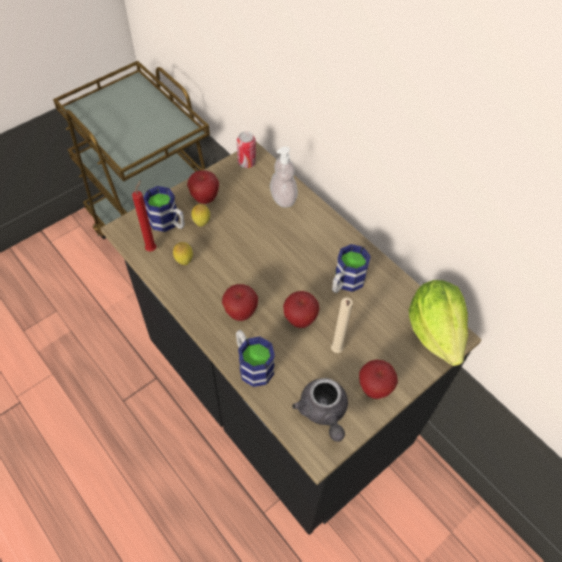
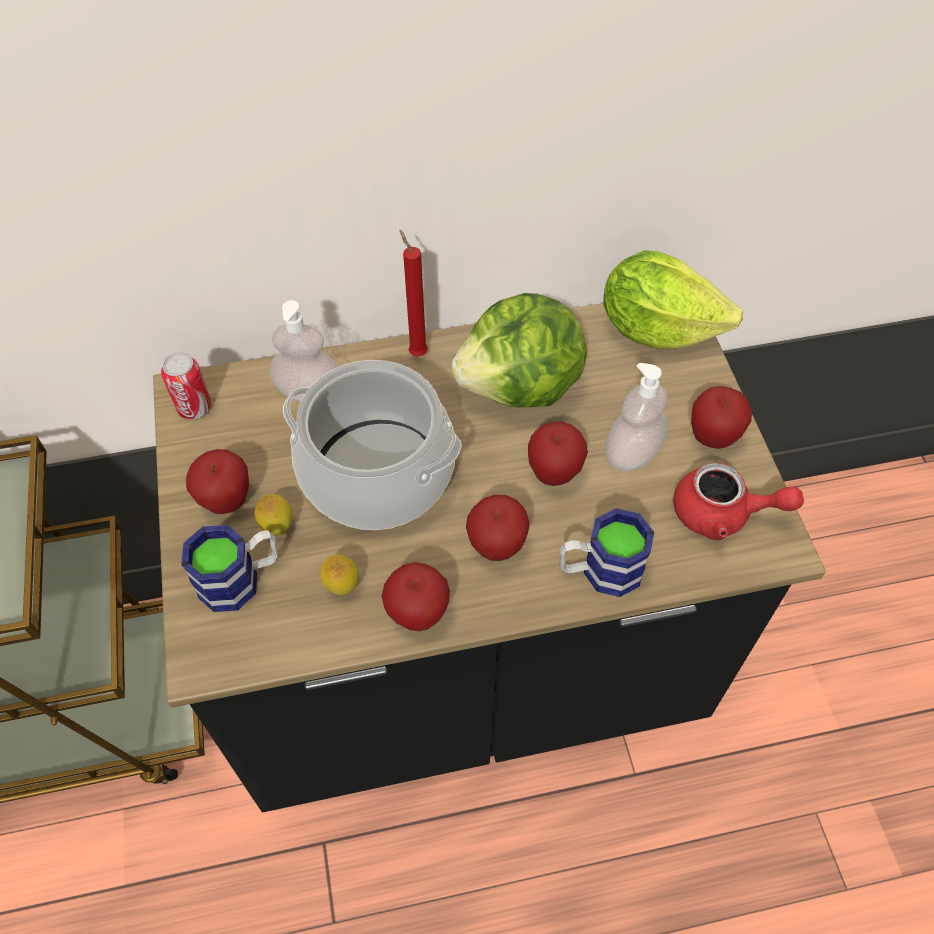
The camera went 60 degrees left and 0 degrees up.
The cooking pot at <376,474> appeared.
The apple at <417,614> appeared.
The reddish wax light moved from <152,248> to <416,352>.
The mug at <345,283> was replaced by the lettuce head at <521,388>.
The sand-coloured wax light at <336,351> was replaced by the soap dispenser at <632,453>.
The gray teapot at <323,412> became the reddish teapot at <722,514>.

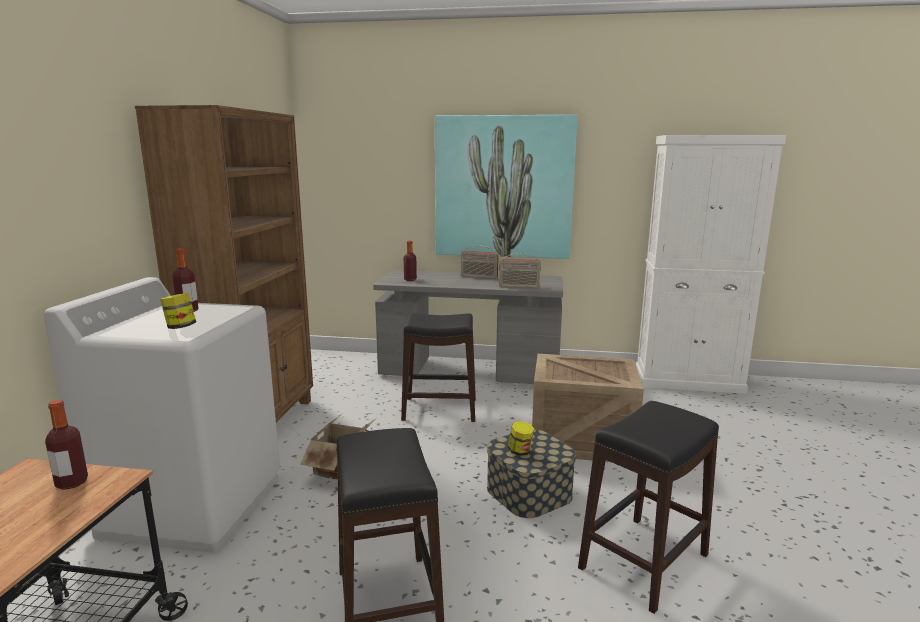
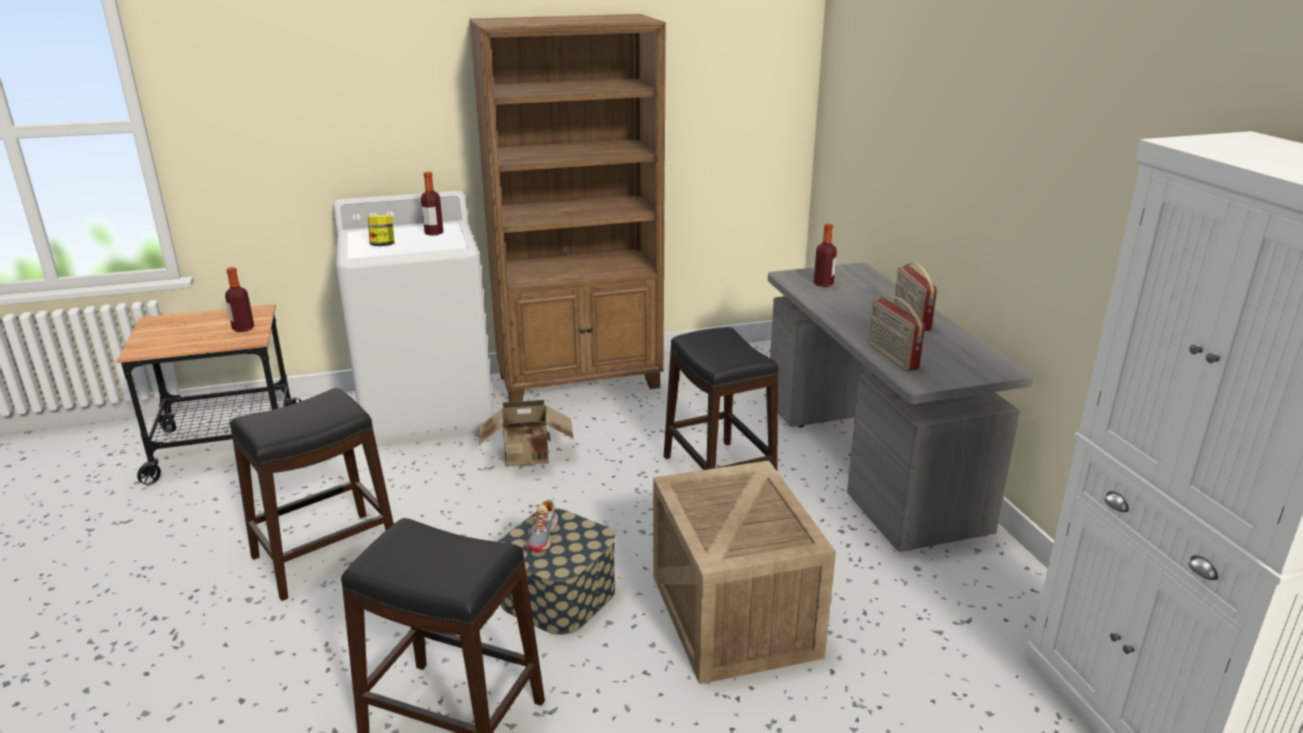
The camera went 65 degrees right and 10 degrees up.
The preserve jar at <520,451> was replaced by the shoe at <543,535>.
The wall picture at <503,187> disappeared.

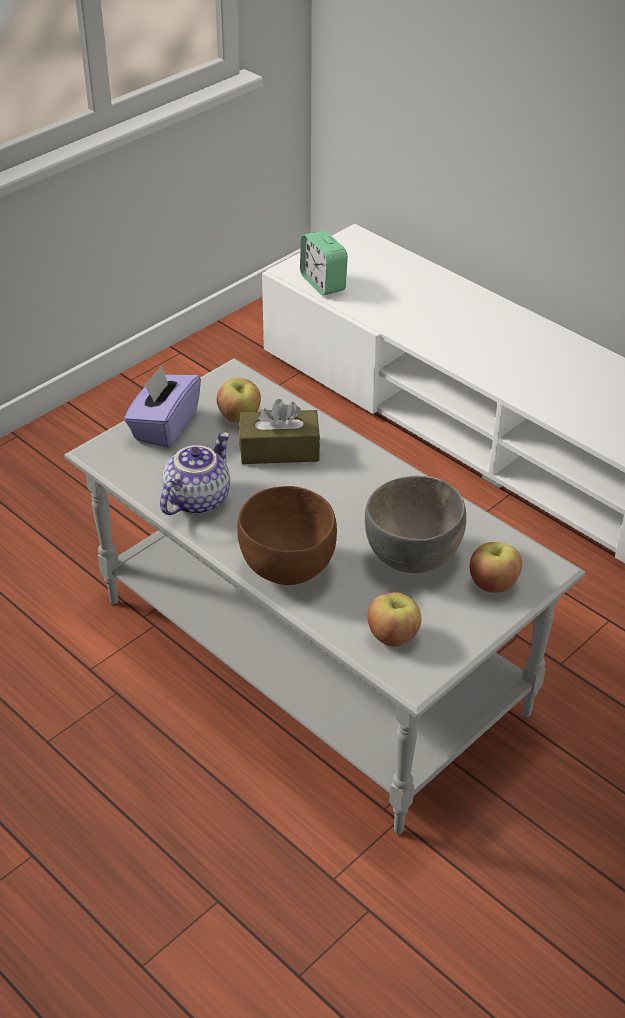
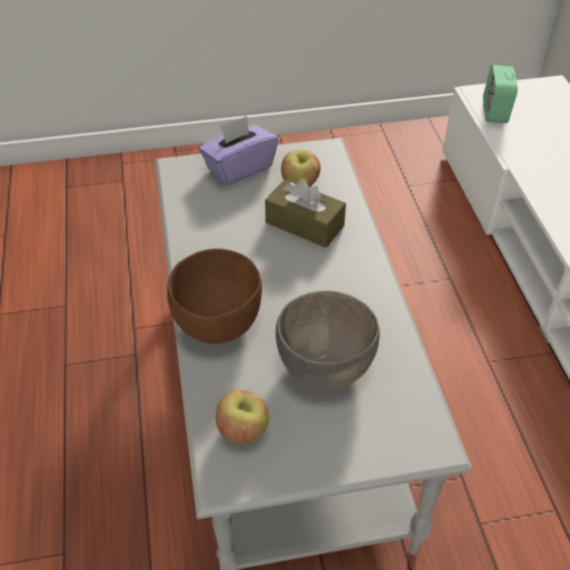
The camera went 35 degrees right and 5 degrees up.
The teapot at <196,498> disappeared.
The apple at <493,583> disappeared.

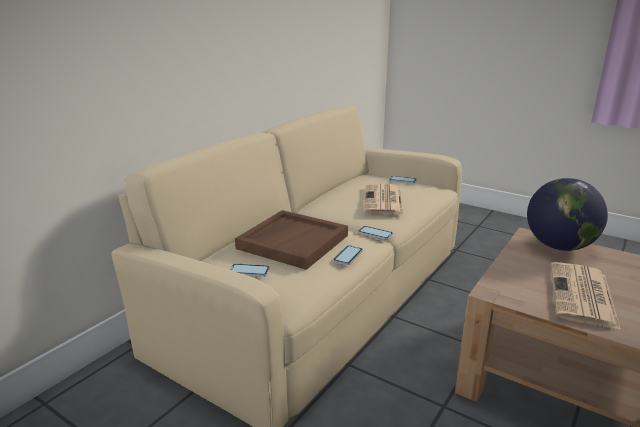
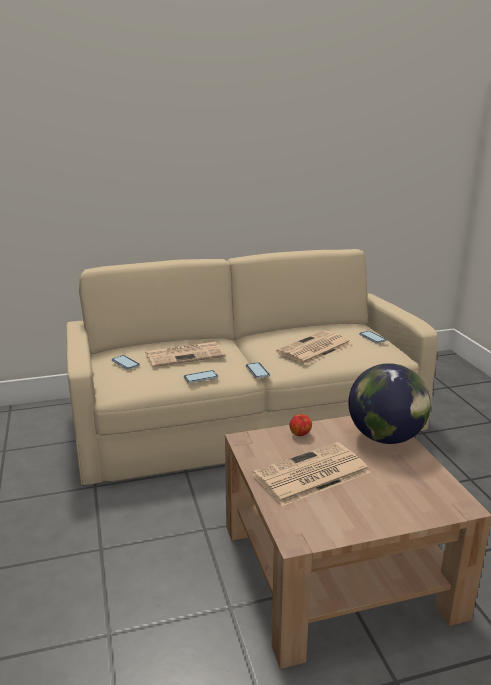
The camera went 40 degrees right and 0 degrees up.
The brown tray at <292,241> was replaced by the newspaper at <185,355>.
The apple at <300,434> appeared.

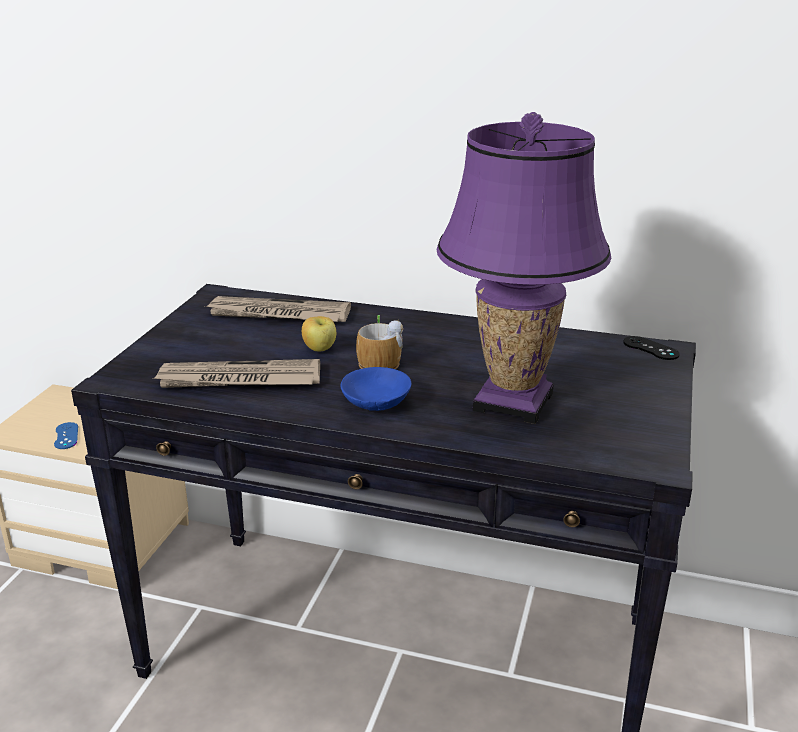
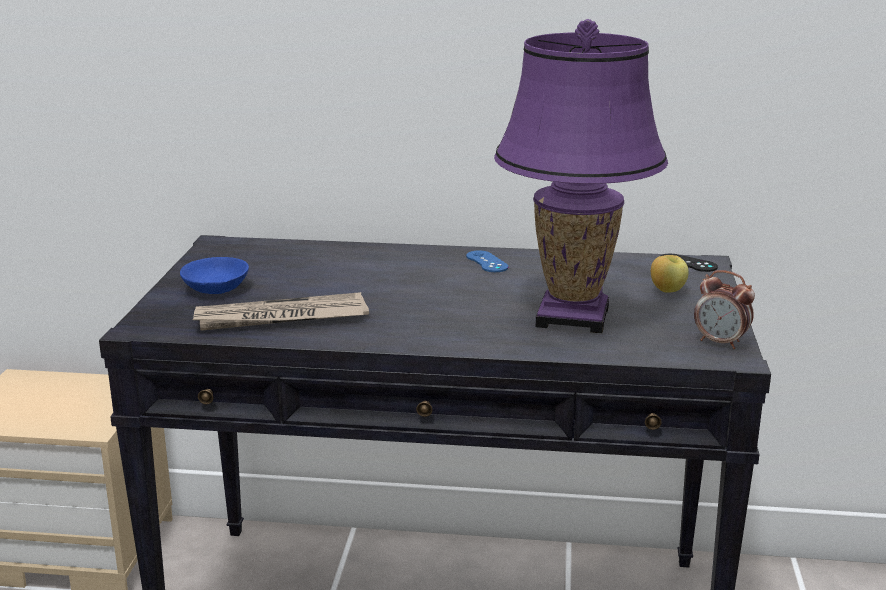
The camera went 10 degrees left and 5 degrees down.
The blue serving bowl moved from <376,401> to <216,288>.
The blue joypad moved from <66,436> to <486,262>.
The apple moved from <320,349> to <668,291>.
The alarm clock at <721,342> appeared.
The newspaper at <278,314> disappeared.
The mug at <380,360> disappeared.

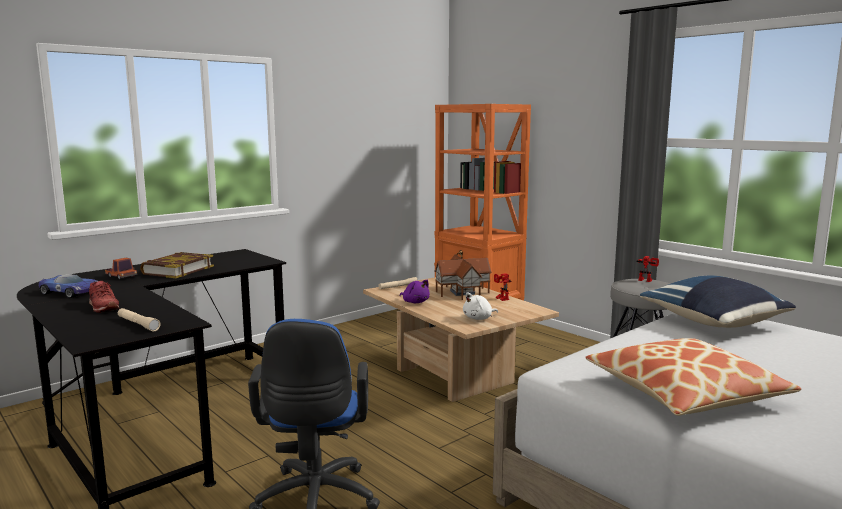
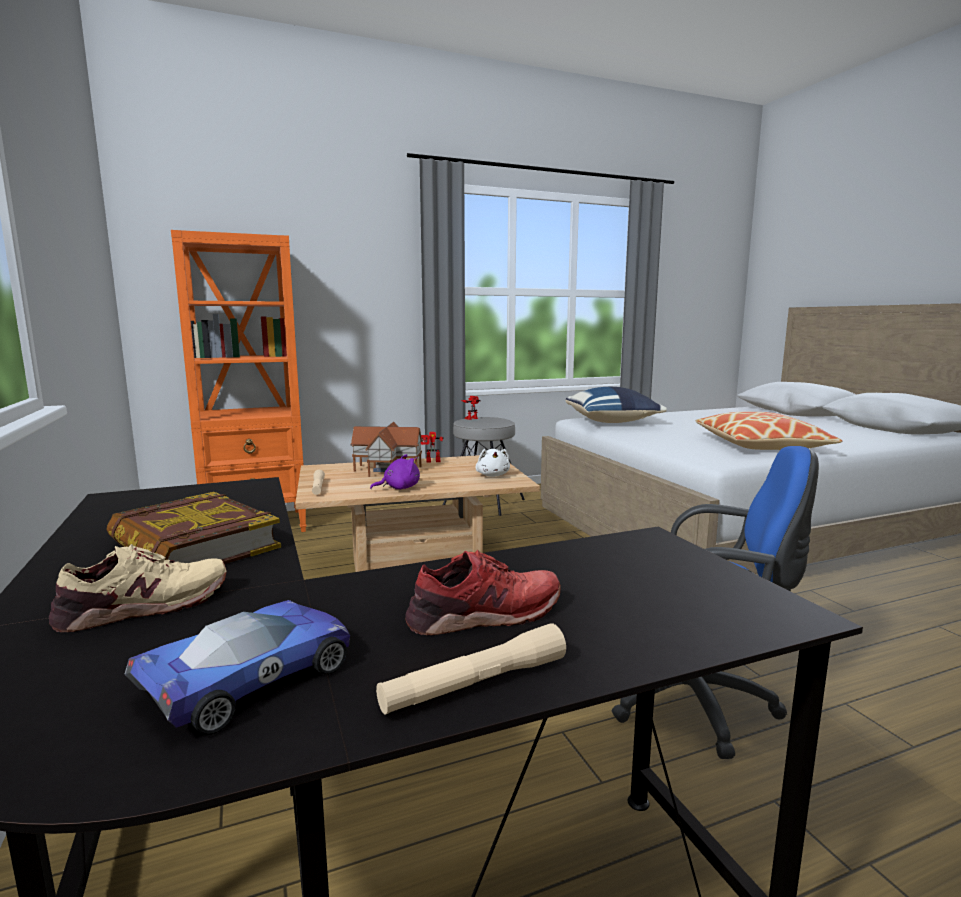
The camera went 70 degrees left and 0 degrees up.
The toy lorry at <121,276> was replaced by the sand-coloured shoe at <145,607>.
The sand-coloured hand torch moved from <138,324> to <475,684>.

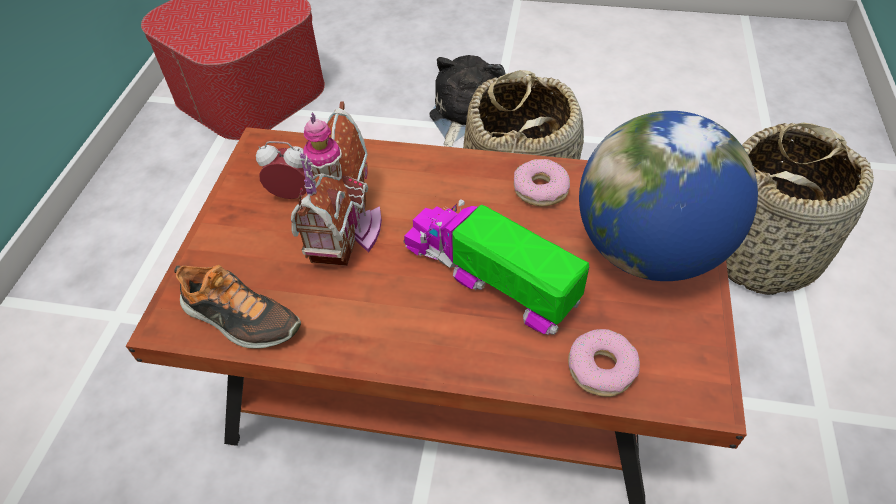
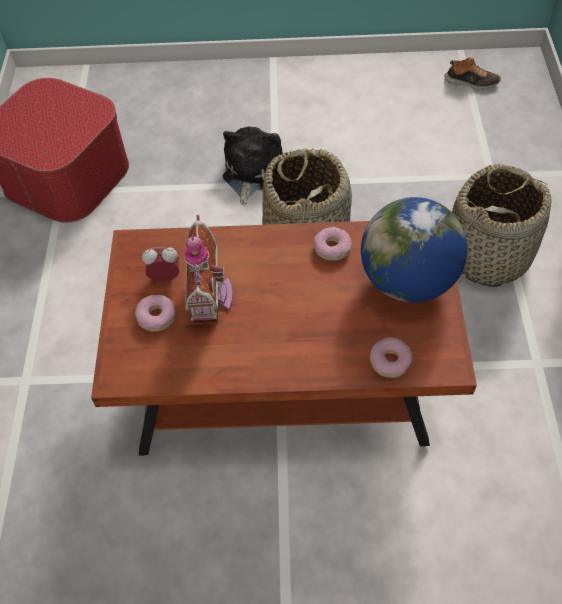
The camera went 10 degrees left and 5 degrees up.
The donut at <156,316> appeared.
The shoe moved from <240,319> to <471,82>.
The toy lorry at <490,276> disappeared.

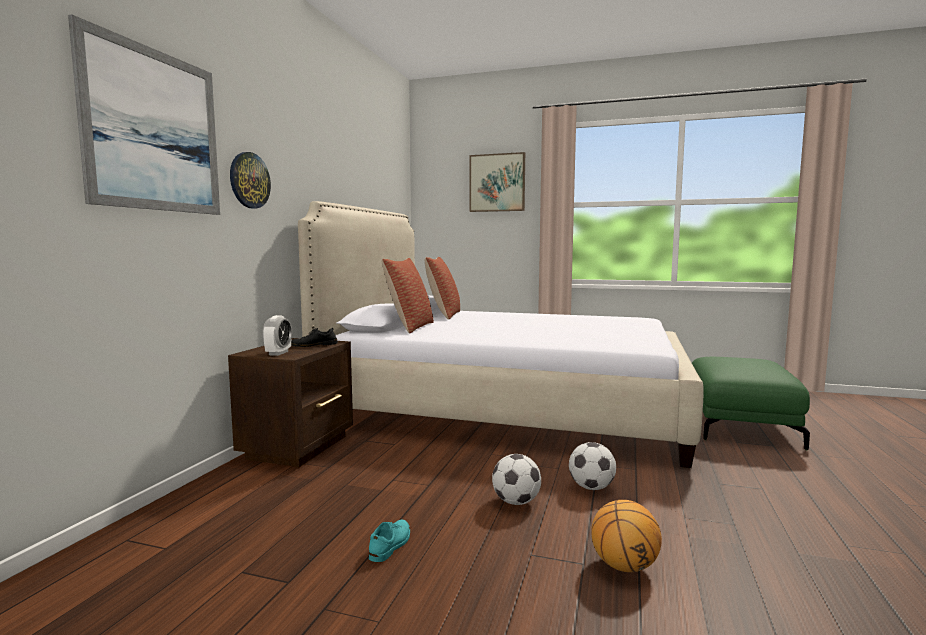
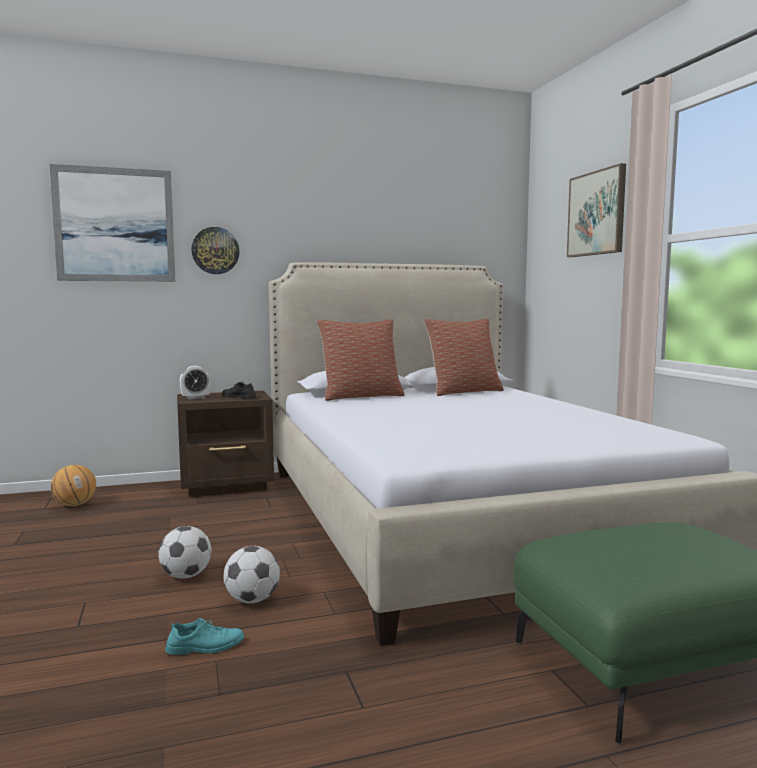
The camera went 55 degrees right and 0 degrees up.
The basketball moved from <624,566> to <74,505>.
The blue-green shoe moved from <390,544> to <205,646>.

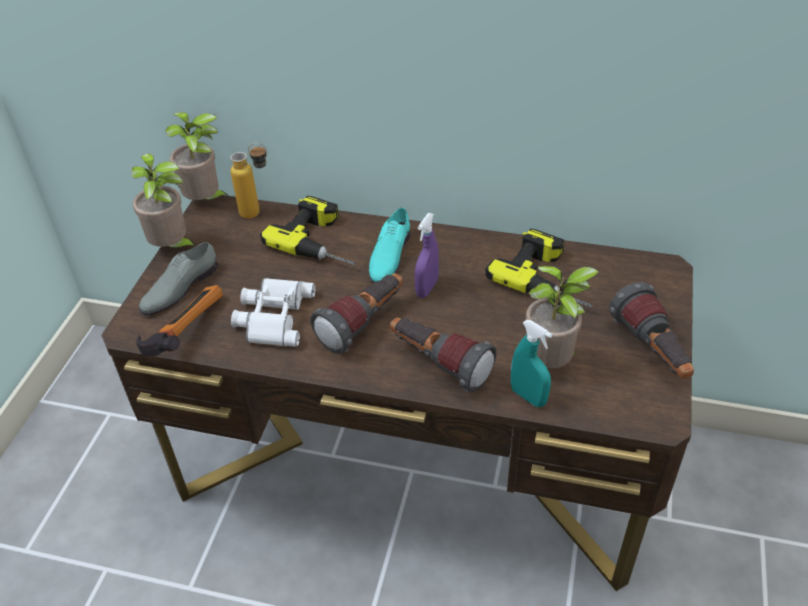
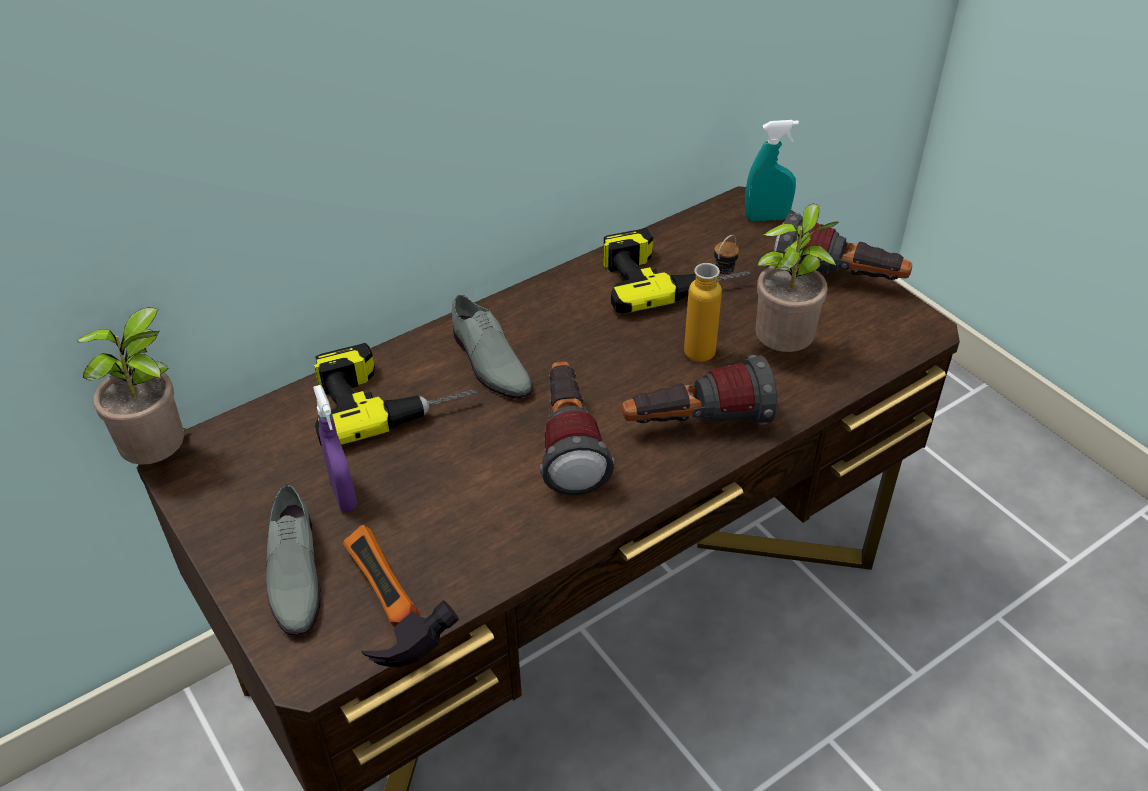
The camera went 50 degrees left and 0 degrees up.
The purple sprayer moved from <427,288> to <343,494>.
The blue-green shoe at <389,256> became the gray shoe at <488,362>.
The drink bottle moved from <258,213> to <707,346>.
The blue-green sprayer moved from <528,396> to <766,218>.
The potted plant at <173,248> disappeared.
The white field glasses at <272,316> disappeared.

